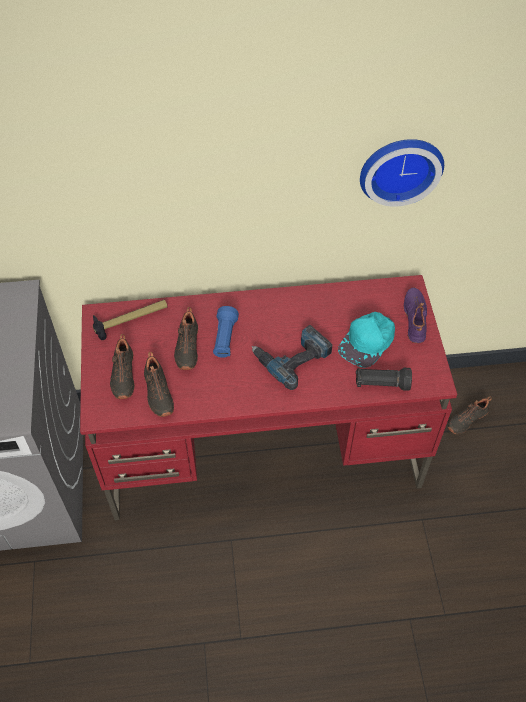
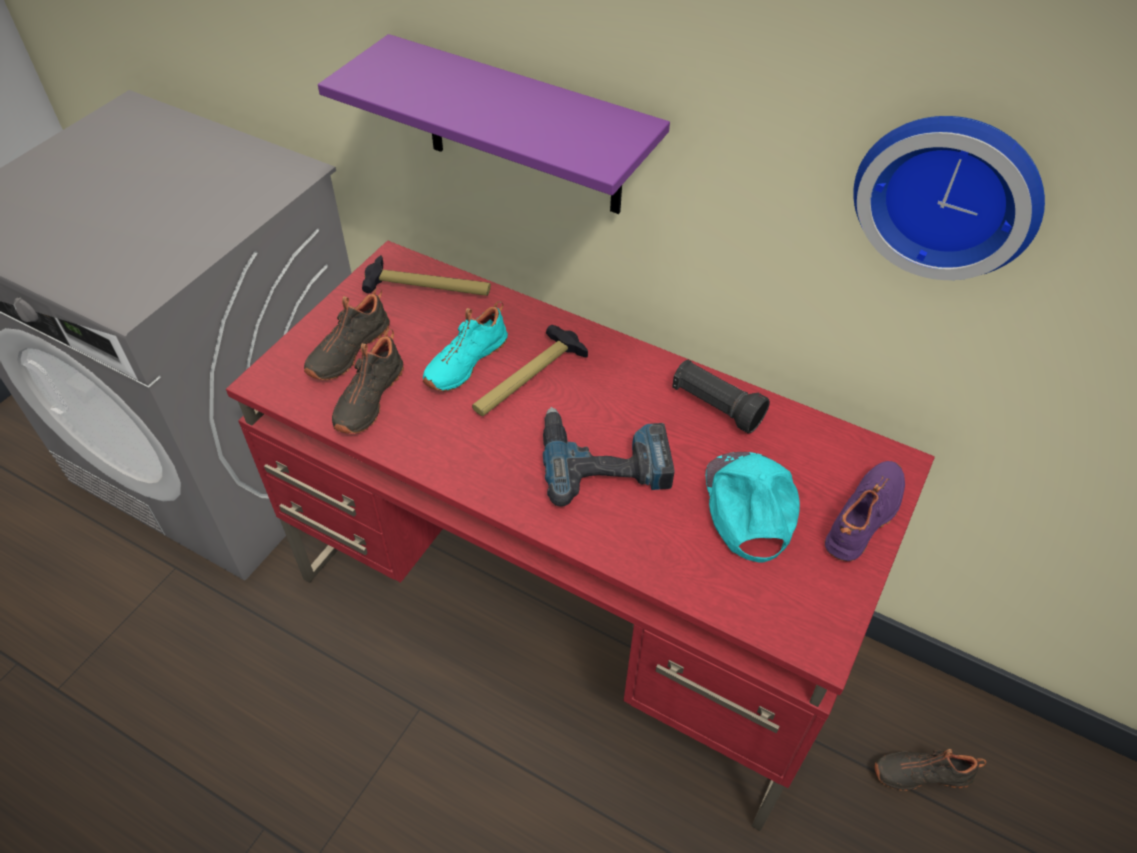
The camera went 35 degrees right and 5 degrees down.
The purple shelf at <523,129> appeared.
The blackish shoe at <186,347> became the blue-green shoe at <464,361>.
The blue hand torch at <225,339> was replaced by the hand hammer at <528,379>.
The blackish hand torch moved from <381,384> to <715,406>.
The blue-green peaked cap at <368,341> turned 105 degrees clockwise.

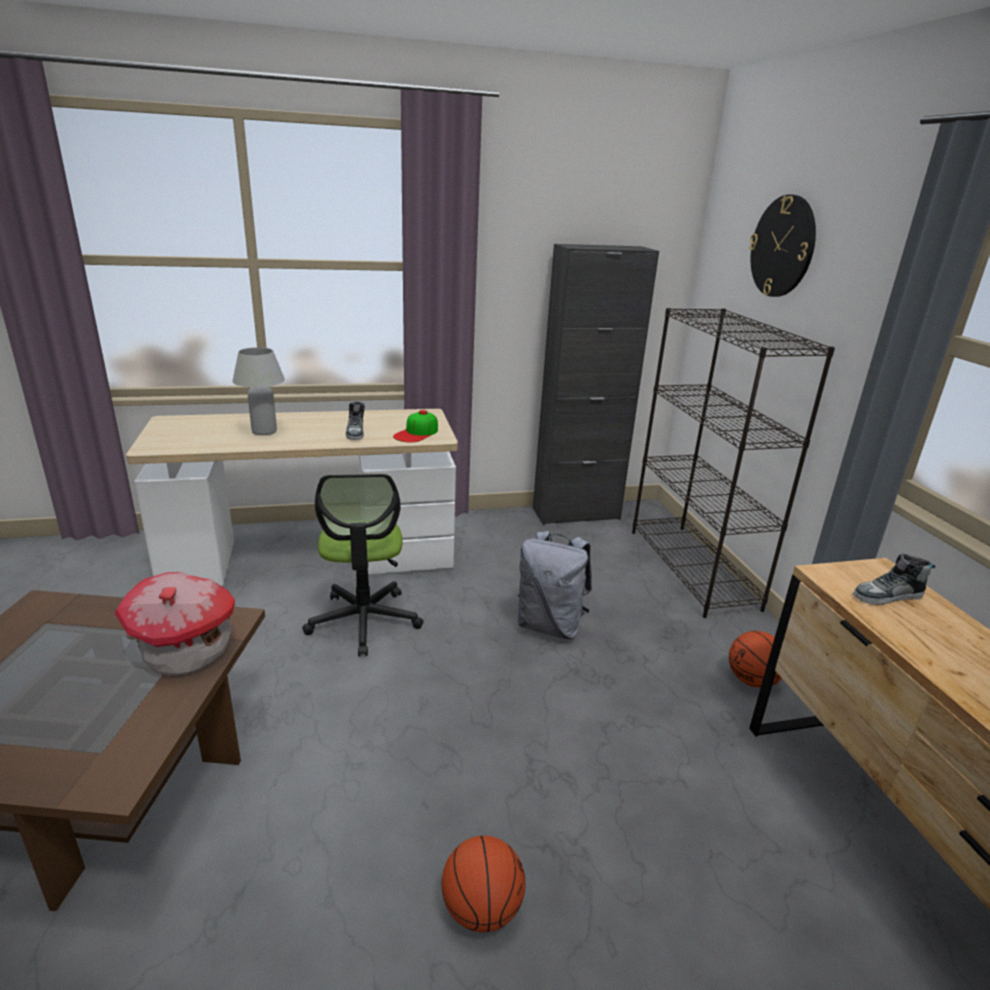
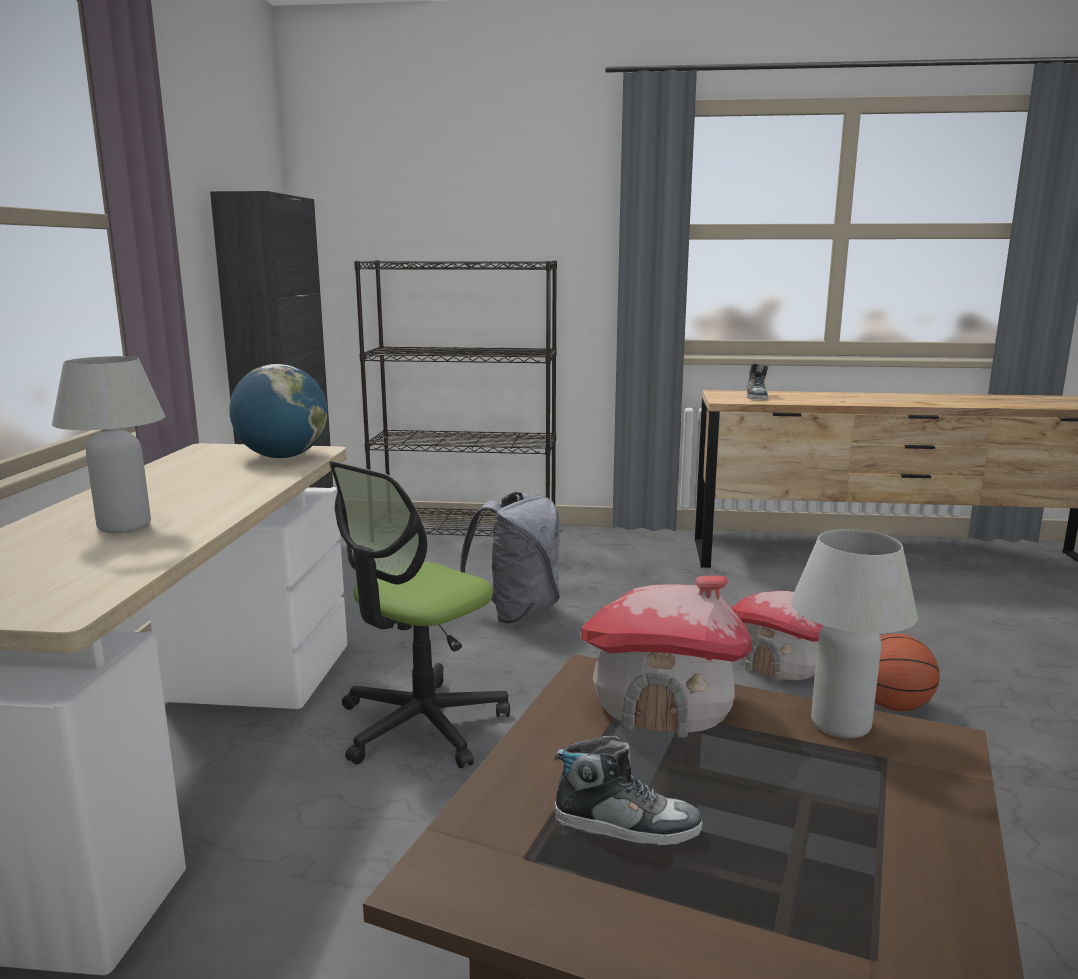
The camera went 70 degrees left and 10 degrees down.
The peaked cap at <416,433> was replaced by the desk globe at <282,457>.
The office chair at <364,621> turned 120 degrees clockwise.
The shoe moved from <356,432> to <626,824>.
The miniature house at <780,664> appeared.
The white tabletop lamp at <840,724> appeared.
The basketball at <752,680> disappeared.
The clock on the wall at <782,246> disappeared.

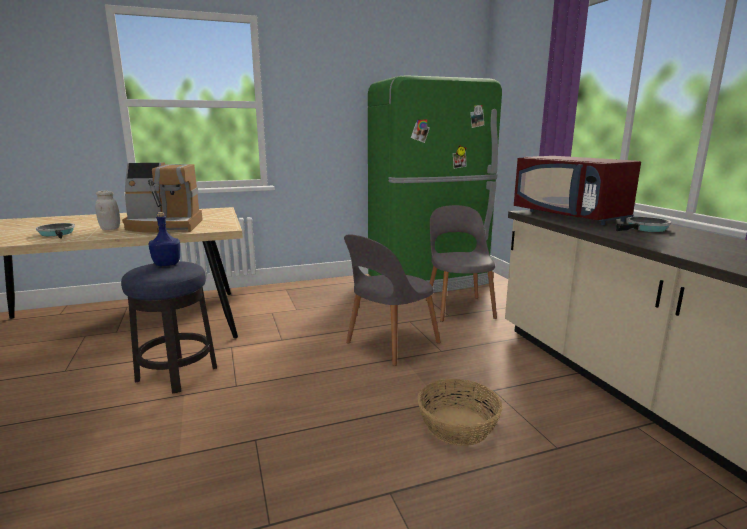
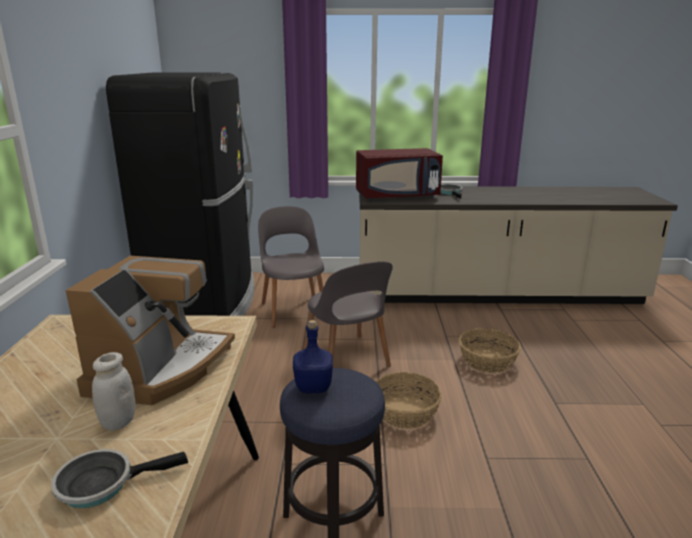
The camera went 70 degrees left and 5 degrees up.
The green fridge at <428,279> became the blackish fridge at <206,304>.
The gray chair at <459,307> turned 60 degrees clockwise.
The storage basket at <405,412> appeared.

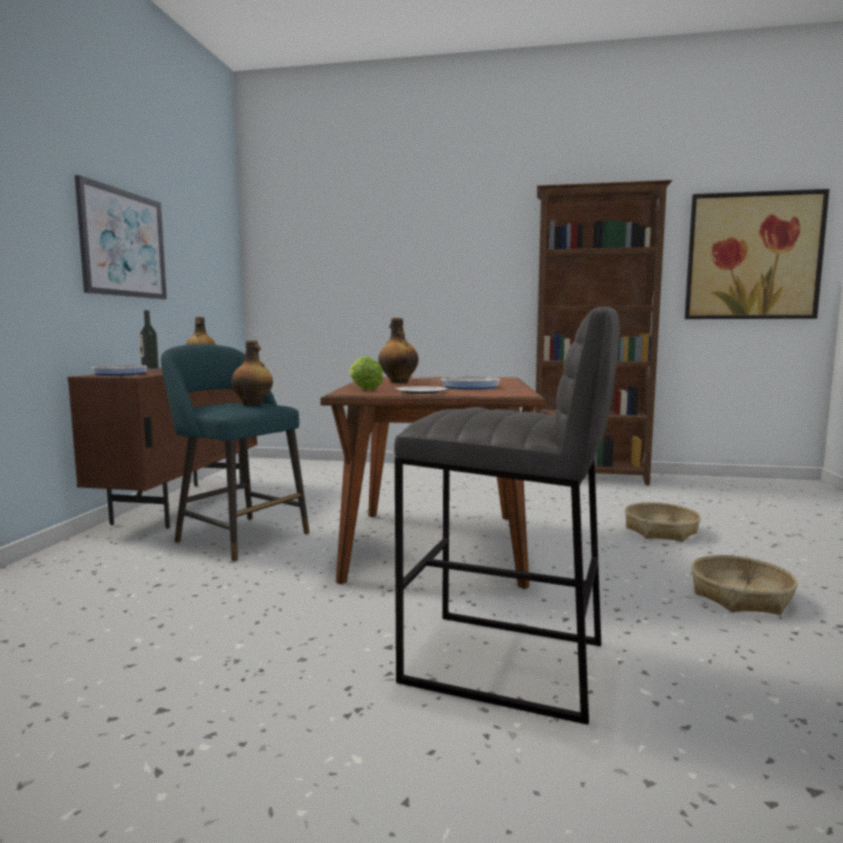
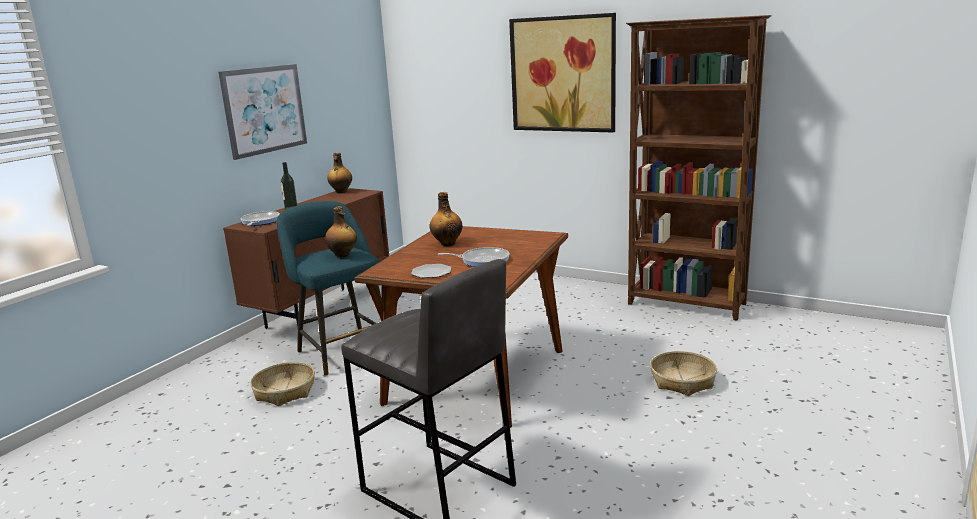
The camera went 20 degrees right and 10 degrees up.
The storage basket moved from <740,596> to <284,391>.
The wall picture moved from <753,256> to <563,74>.
The lettuce head at <363,389> disappeared.

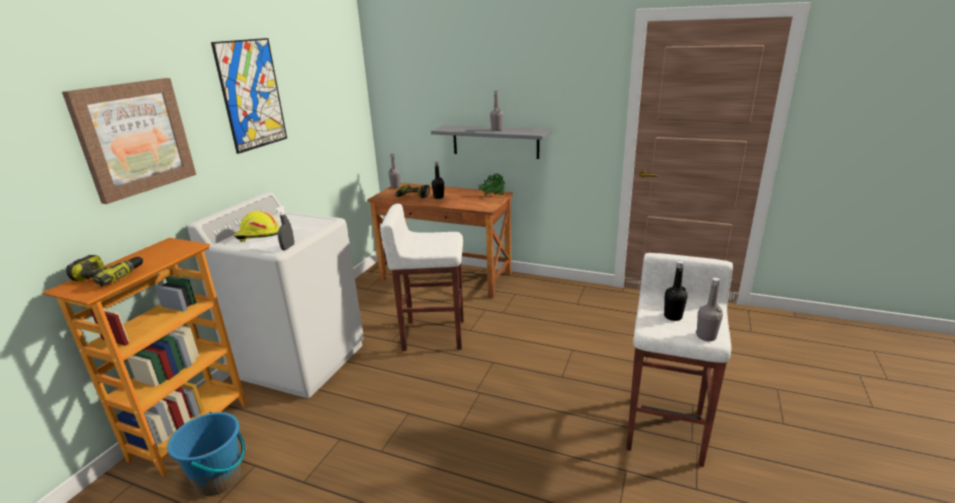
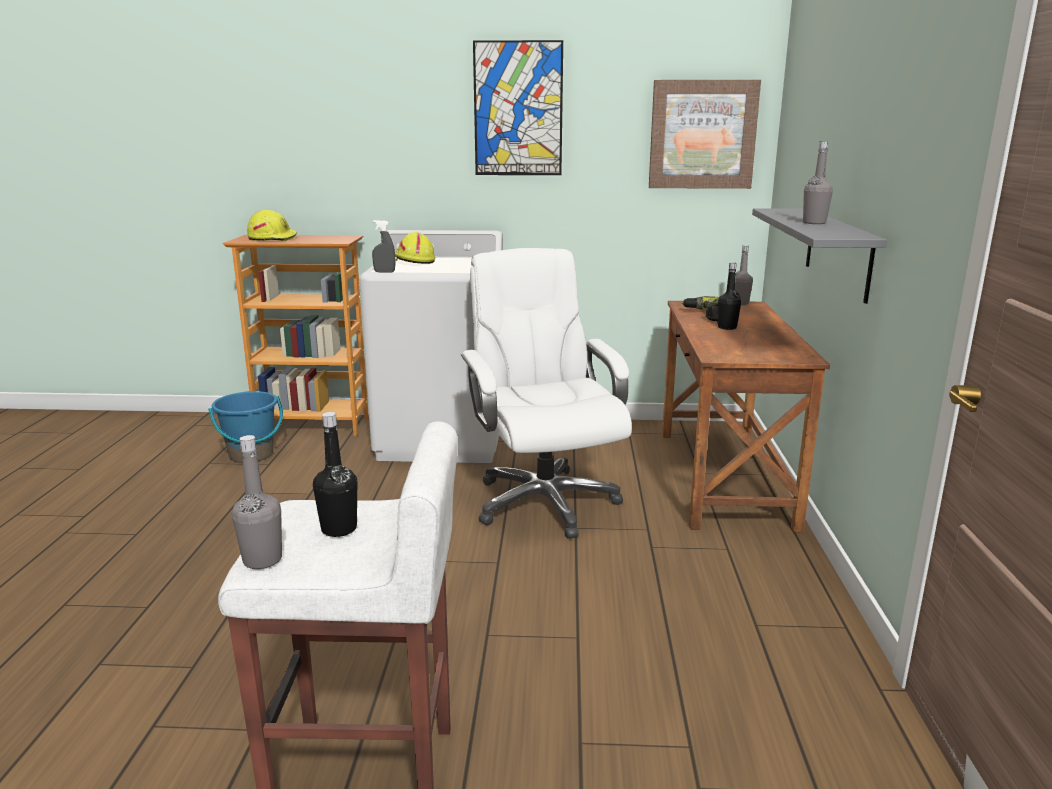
The camera went 70 degrees right and 5 degrees down.
The drill at <109,276> was replaced by the yellow hard hat at <273,238>.
The white stool seat at <432,334> was replaced by the white office chair at <544,501>.
The wall picture moved from <134,138> to <702,135>.
The potted plant at <492,196> disappeared.

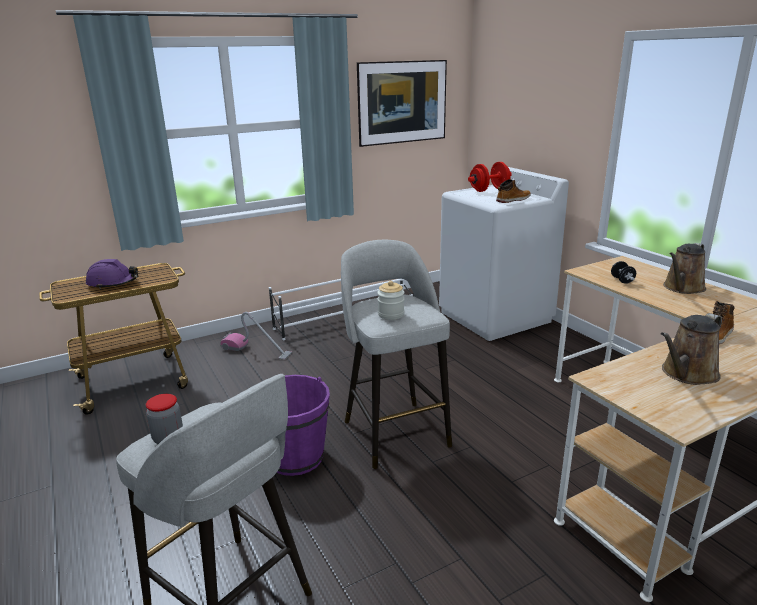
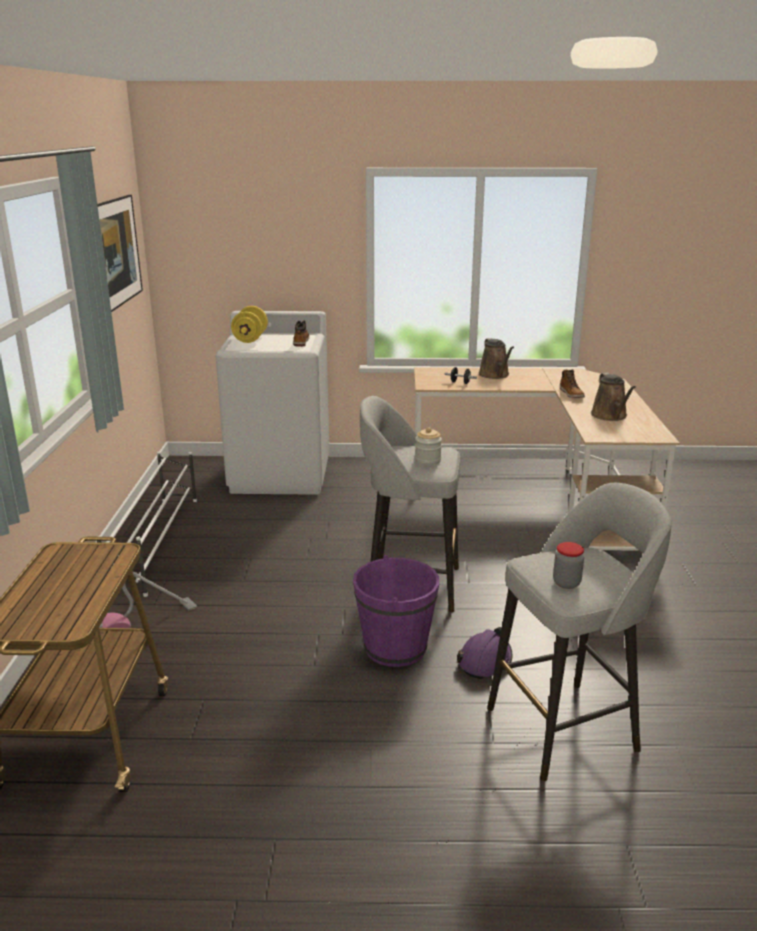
The camera went 60 degrees left and 0 degrees up.
The reddish free weight at <489,190> became the yellow free weight at <250,339>.
The purple hard hat moved from <113,283> to <485,661>.

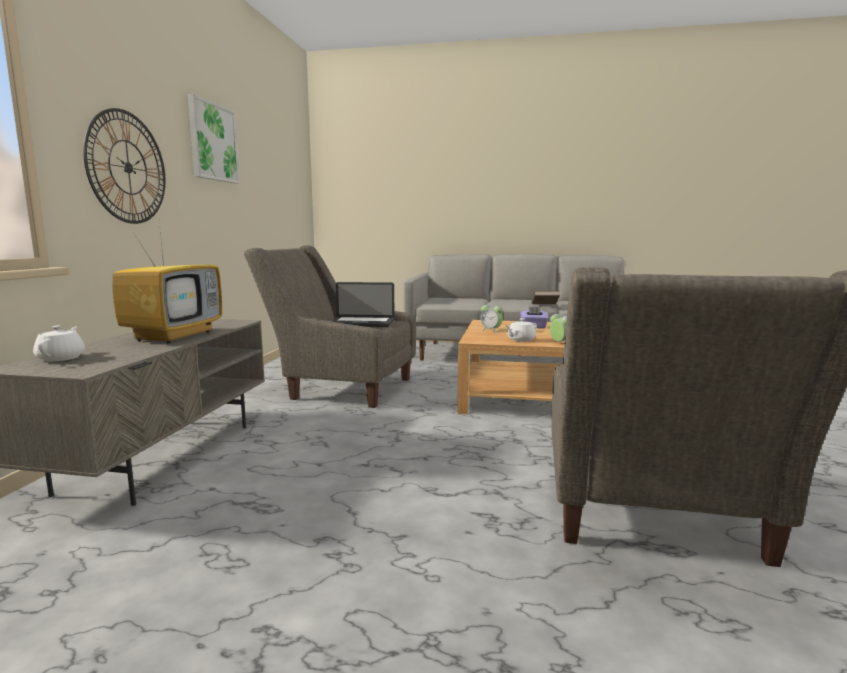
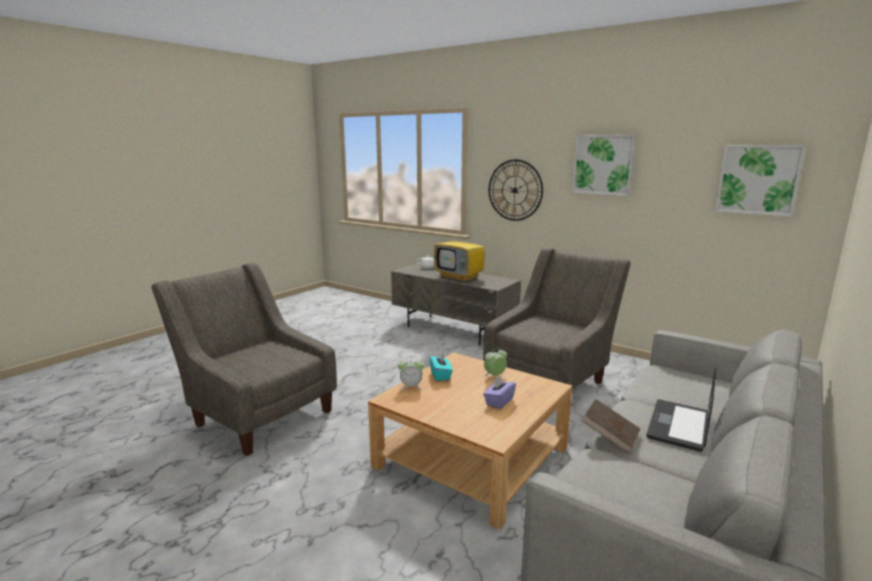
The camera went 115 degrees right and 5 degrees up.
The white teapot at <520,340> was replaced by the blue-green tissue holder at <440,375>.
The portable computer moved from <362,323> to <678,426>.
The wall picture at <758,179> appeared.

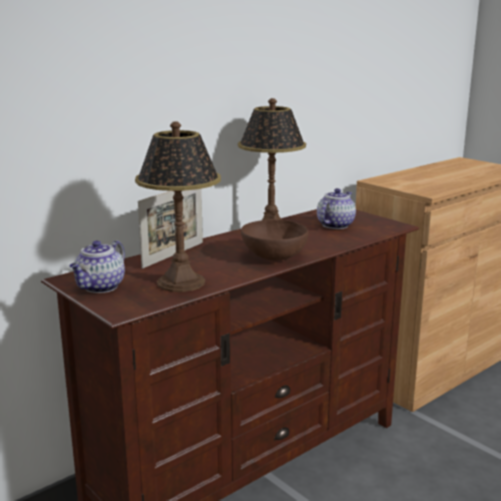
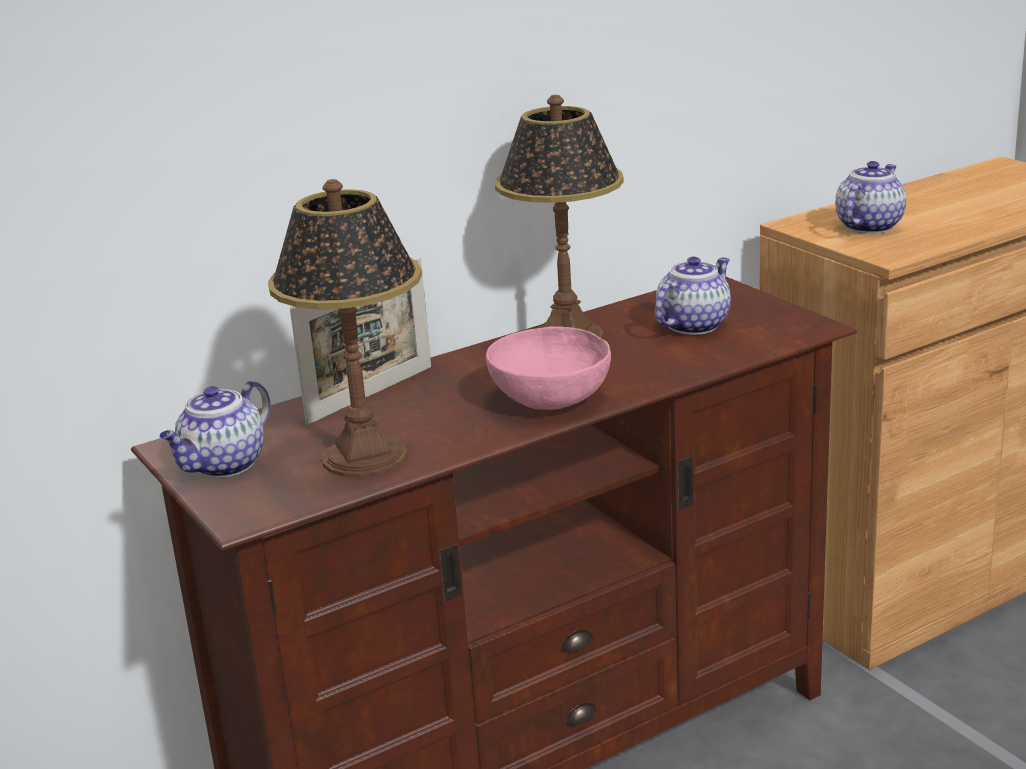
The camera went 10 degrees right and 5 degrees up.
The brown serving bowl at <273,256> became the pink serving bowl at <550,398>.
The teapot at <869,226> appeared.

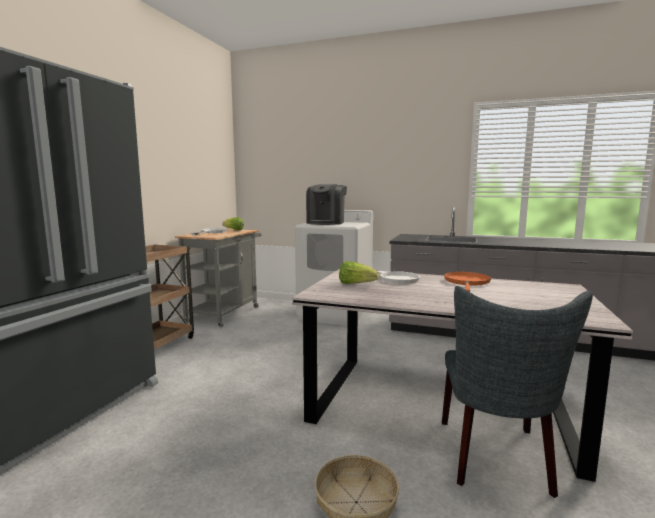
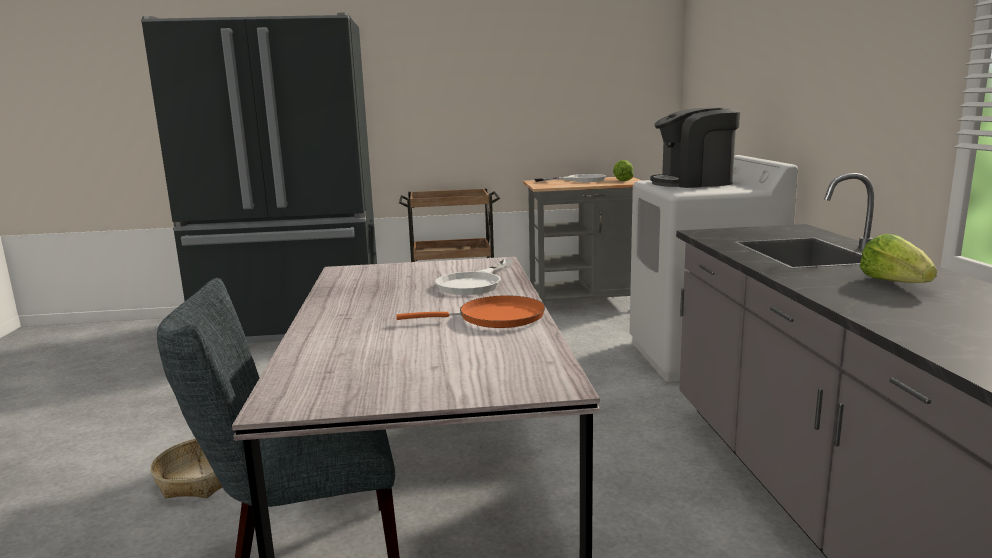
The camera went 65 degrees right and 5 degrees up.
The lettuce head moved from <356,284> to <894,283>.

